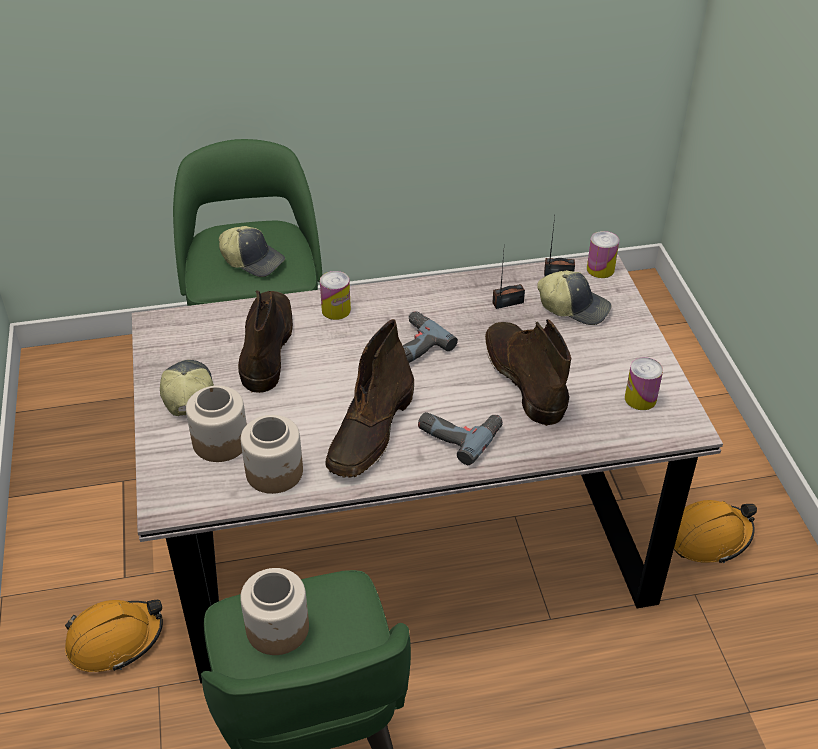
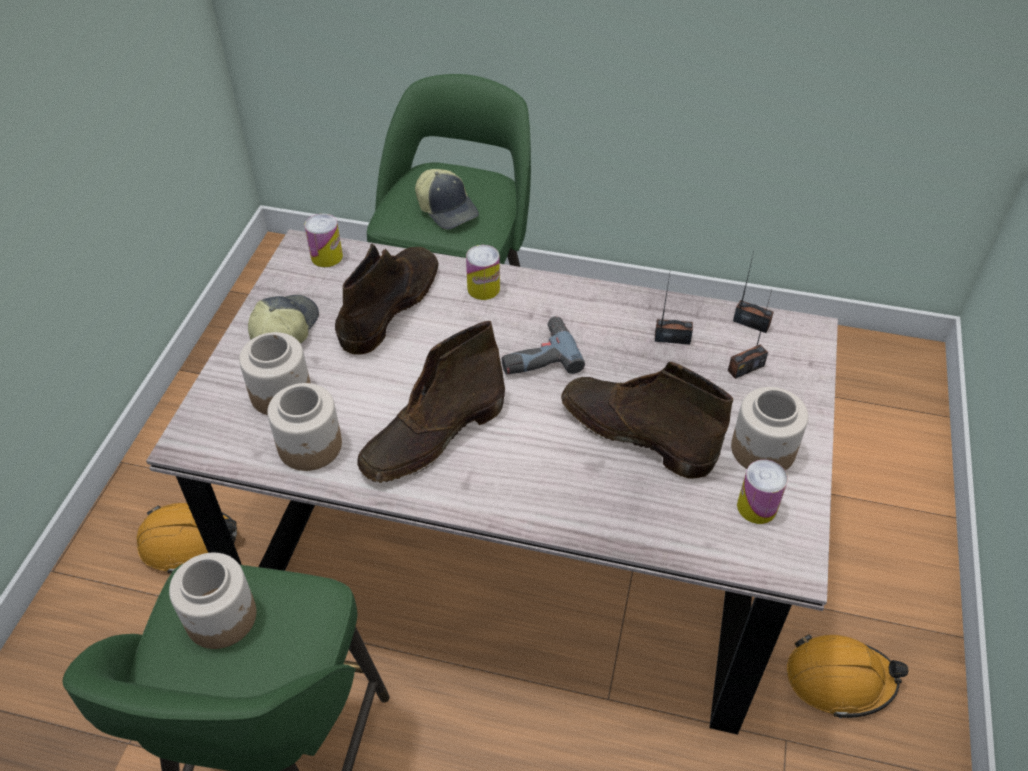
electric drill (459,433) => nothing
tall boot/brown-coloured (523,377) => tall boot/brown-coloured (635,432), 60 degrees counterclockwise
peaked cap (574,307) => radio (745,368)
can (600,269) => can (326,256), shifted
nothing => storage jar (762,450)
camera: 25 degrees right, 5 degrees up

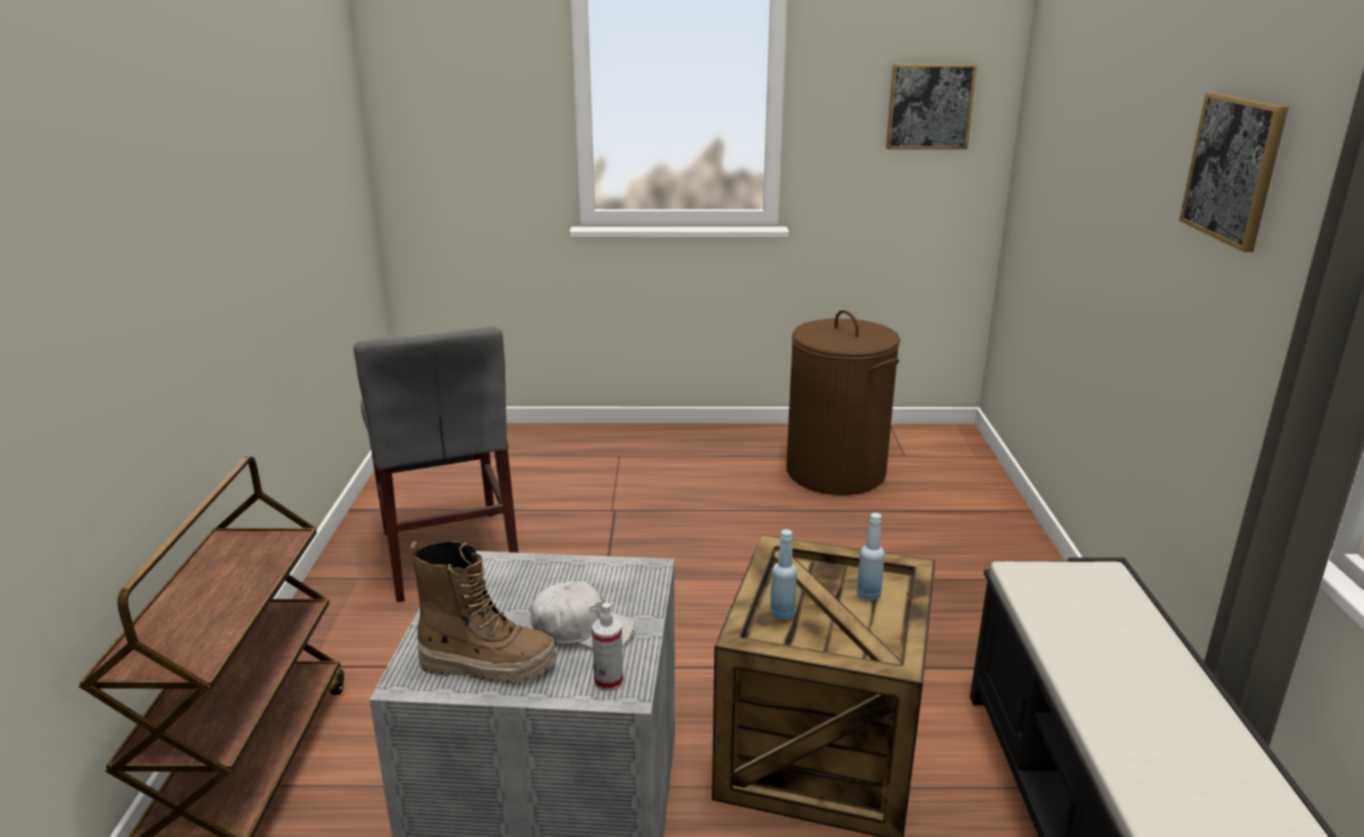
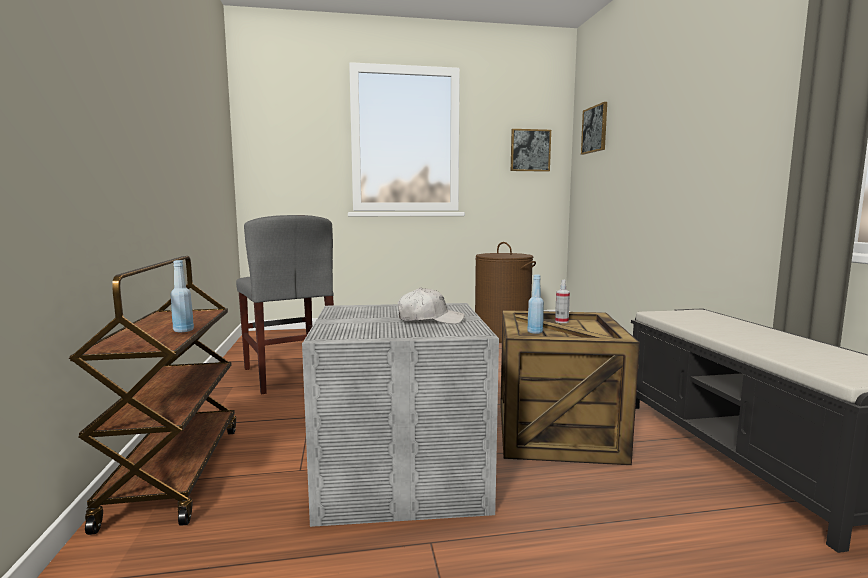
tall boot (488,665) => nothing
spray bottle (608,681) => spray bottle (561,321), shifted
drink bottle/blue (868,595) => drink bottle/blue (183,330), shifted
picture (1233,168) => picture (594,129), shifted
camera: 10 degrees left, 15 degrees down

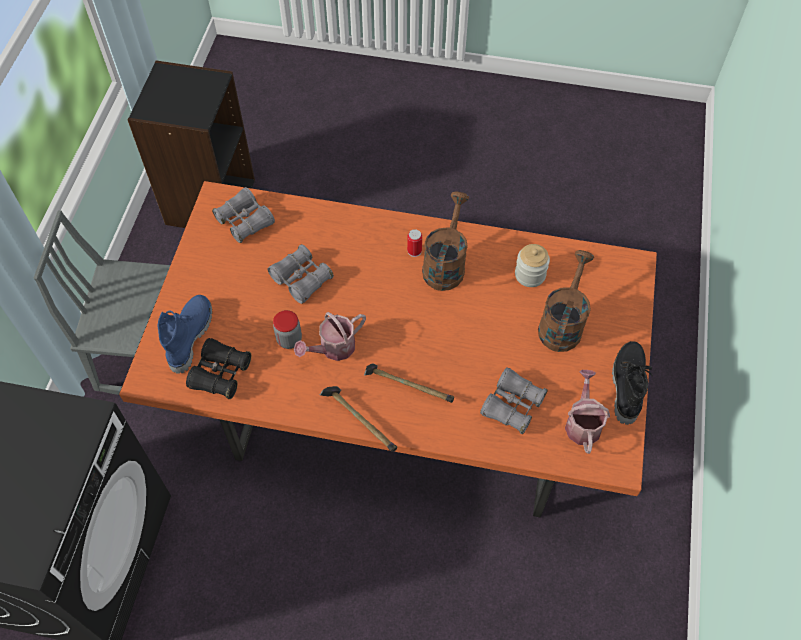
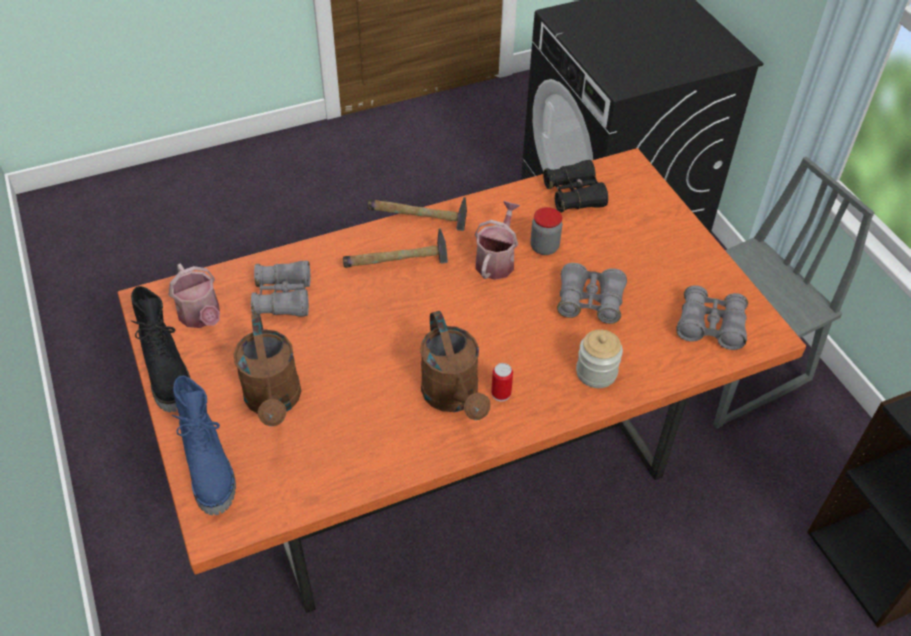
tall boot/blue (189,336) => tall boot/blue (211,469), shifted
storage jar (530,275) => storage jar (596,372), shifted
camera: 145 degrees right, 10 degrees down

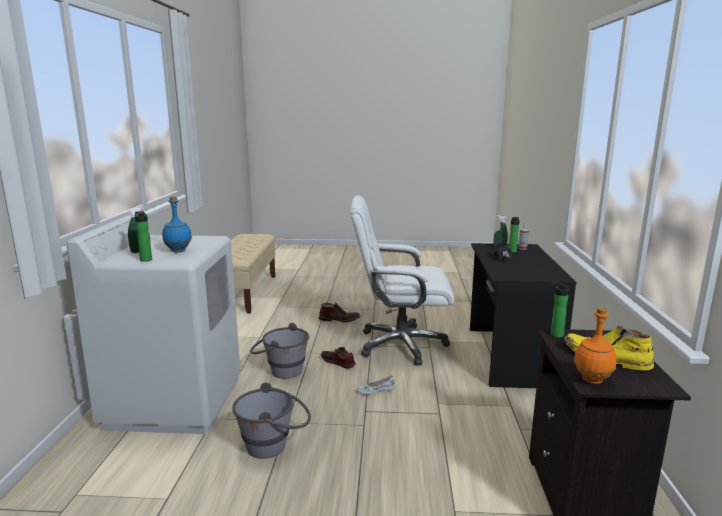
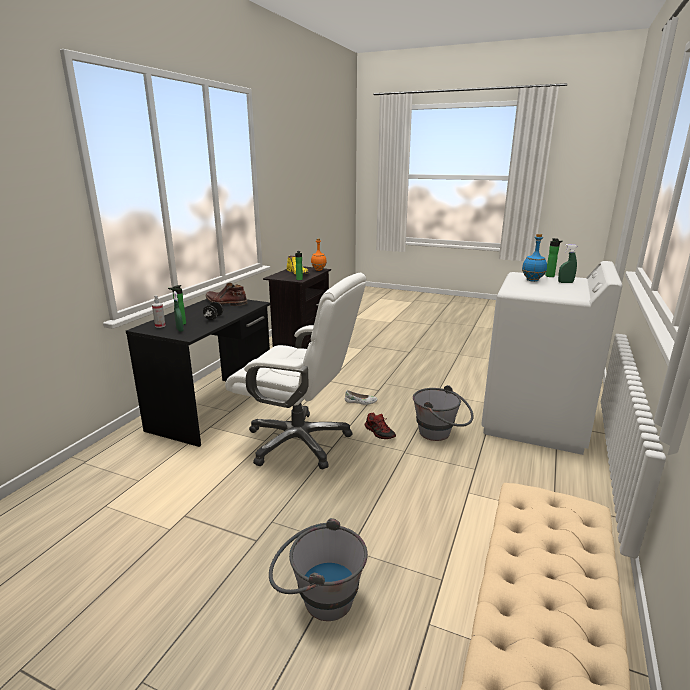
pail/greyish (274,445) => pail/greyish (317,598), shifted
tall boot/brown-coloured (339,319) => tall boot/brown-coloured (226,303), shifted
camera: 160 degrees left, 5 degrees up

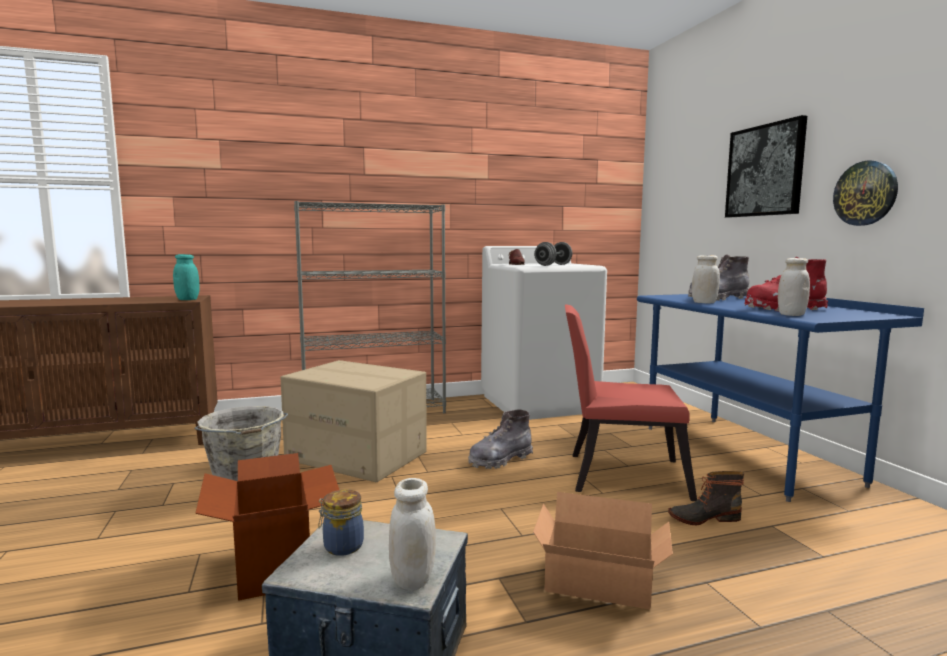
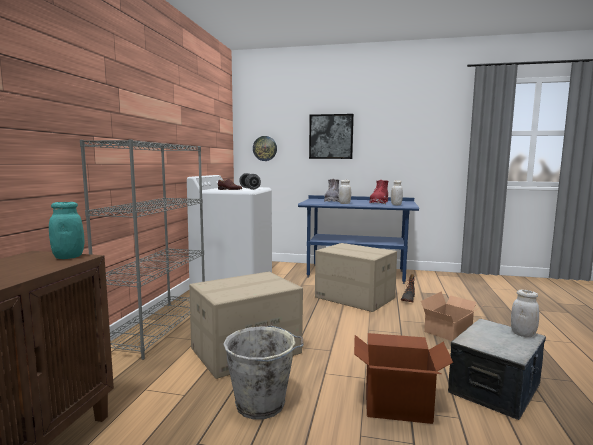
storage jar (341,546) => nothing
tall boot/greyish (500,460) => nothing
plain chair/red (618,475) => cardboard box (354,298)
wall clock (865,193) => wall clock (265,148), shifted
camera: 60 degrees left, 0 degrees up

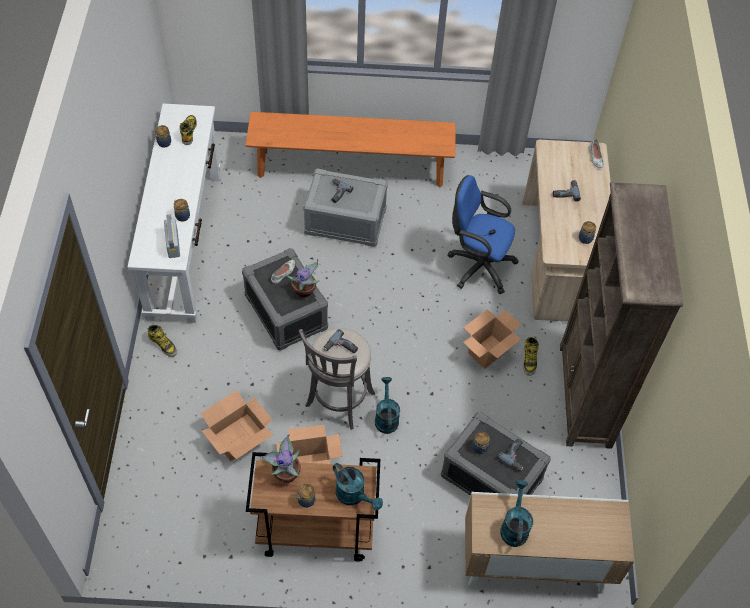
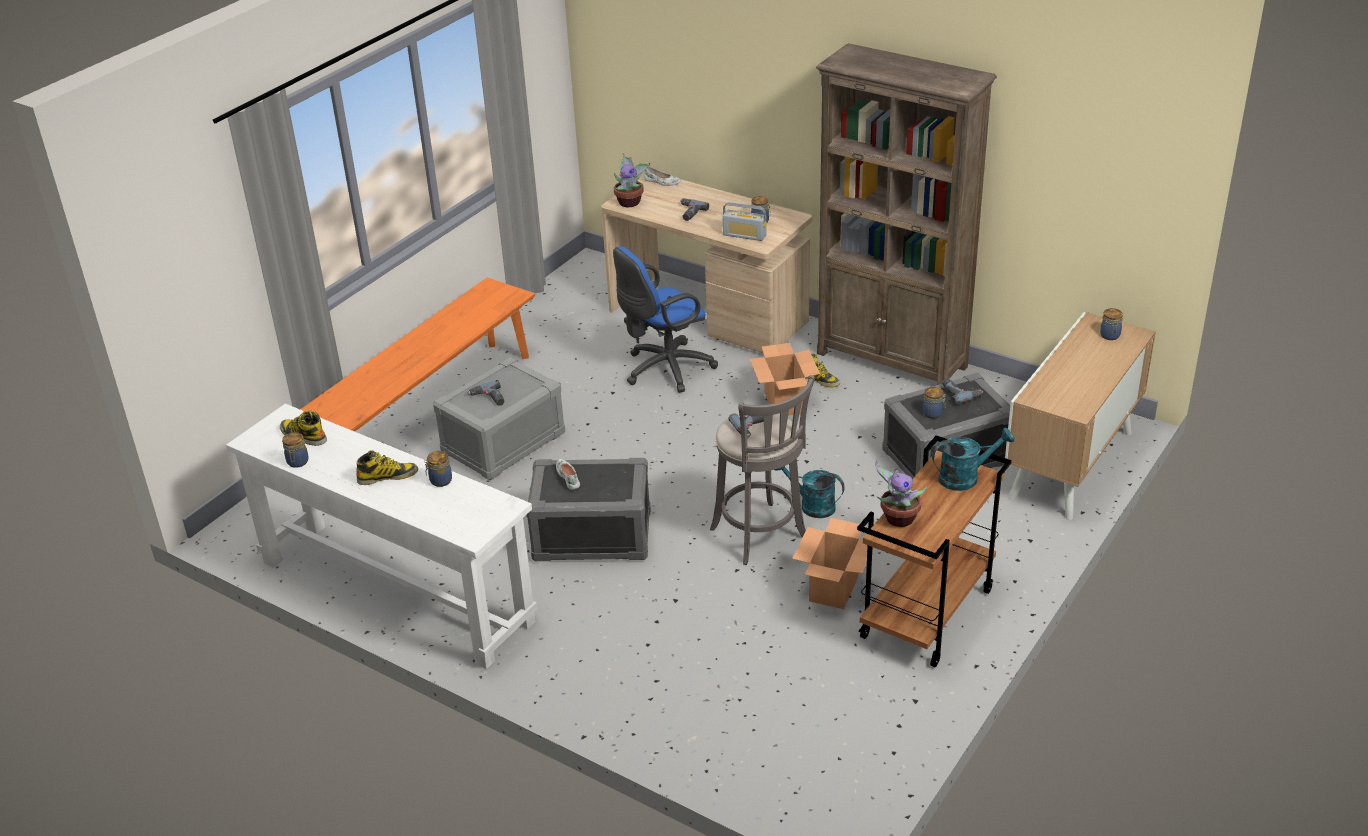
tall boot (163,344) => tall boot (388,476), shifted
radio (173,244) => radio (744,235), shifted
cardboard box (238,437) => nothing
plant in a pot (305,291) => plant in a pot (630,202), shifted
storage jar (305,501) => storage jar (1110,336), shifted
sprinkling can/turquoise-coloured (514,526) => nothing
camera: 55 degrees left, 20 degrees down

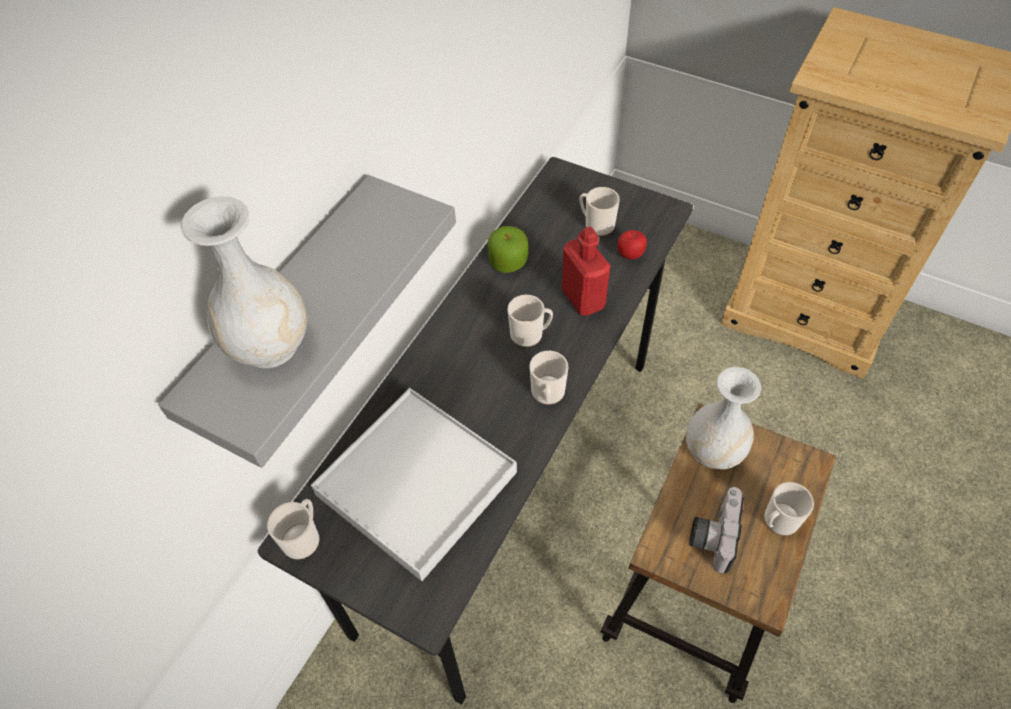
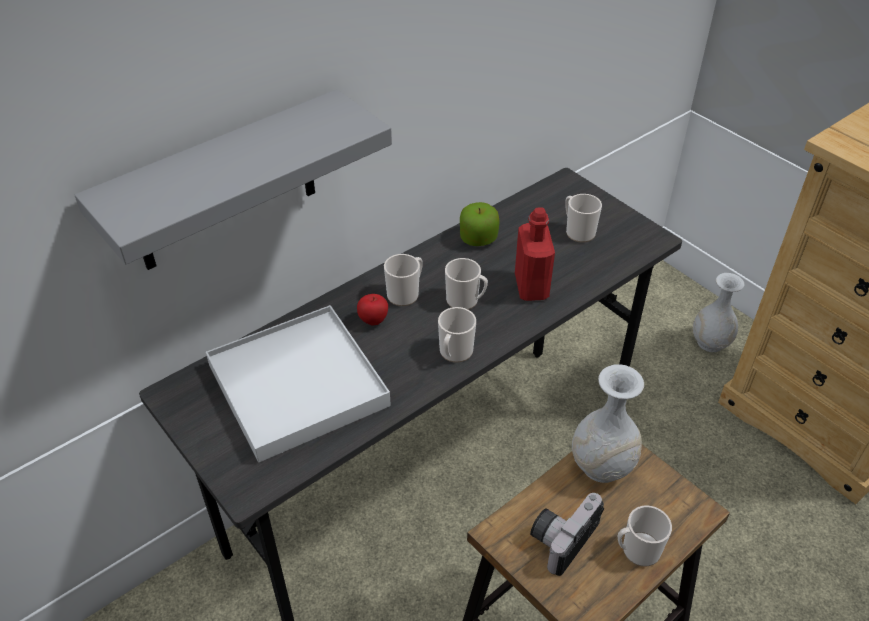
vase/white-coloured (271,345) => vase/white-coloured (710,342), shifted
tea mug (303,537) => tea mug (405,293), shifted
apple fruit (630,255) => apple fruit (373,321), shifted
camera: 20 degrees right, 10 degrees down

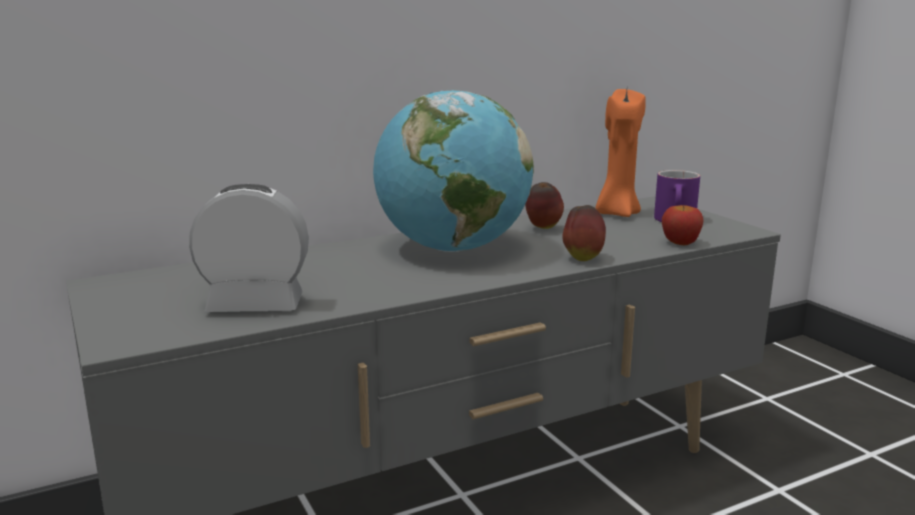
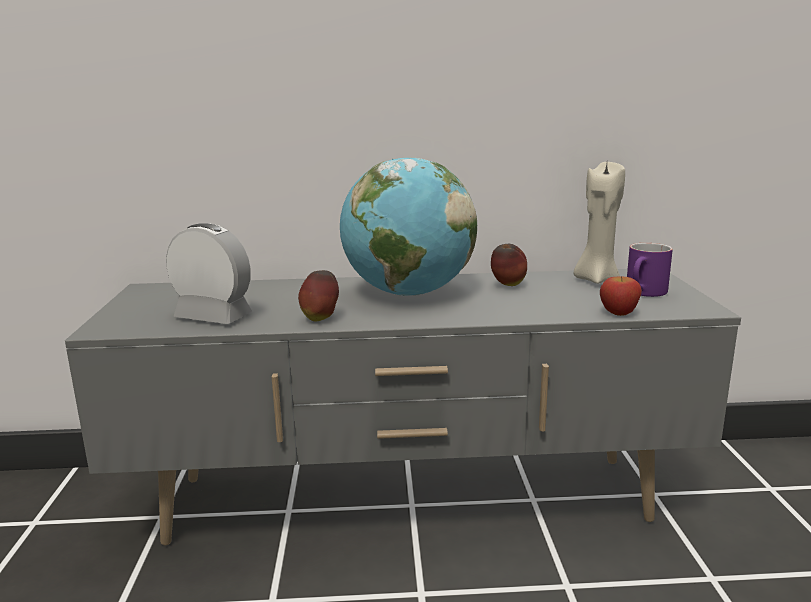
apple fruit (583,258) => apple fruit (320,318), shifted
wax light/orange (616,213) => wax light/sand-coloured (596,280)
camera: 25 degrees right, 0 degrees up

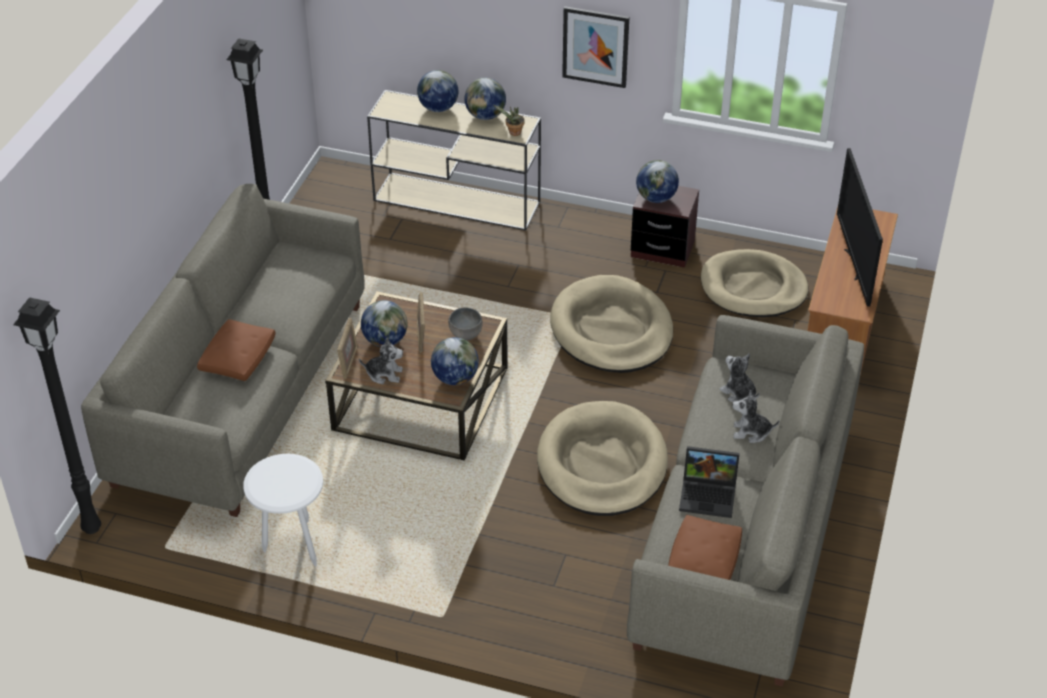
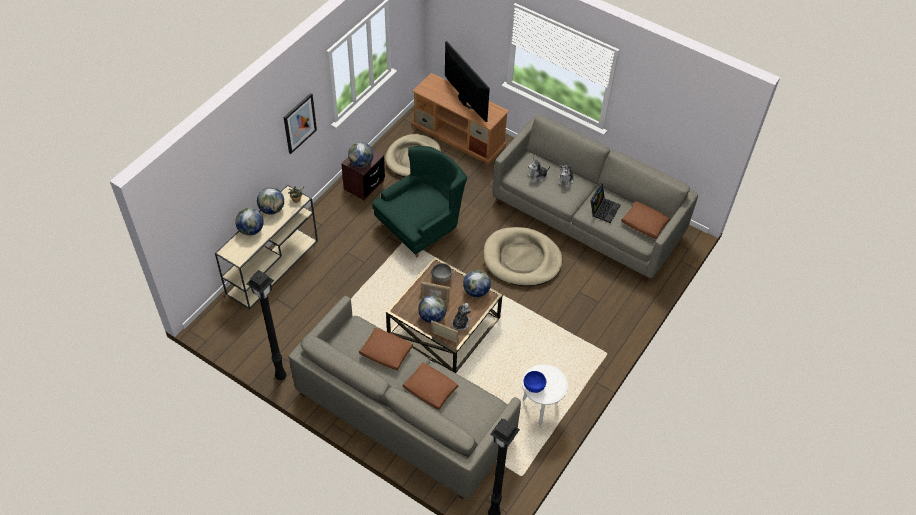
dog bed/sand-coloured (611,330) => armchair/greenish (422,226)
TV (854,264) => TV (464,101), 135 degrees counterclockwise
nothing => cushion/brown-coloured (385,352)
nothing => bowl/blue (534,387)
camera: 75 degrees left, 10 degrees up

